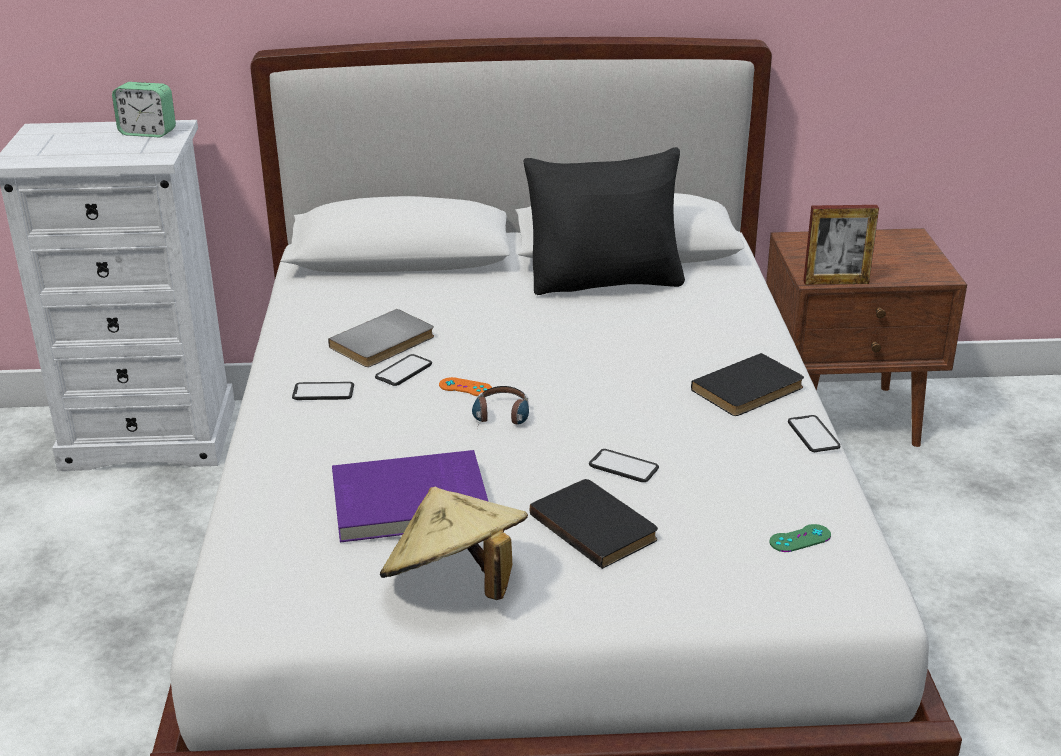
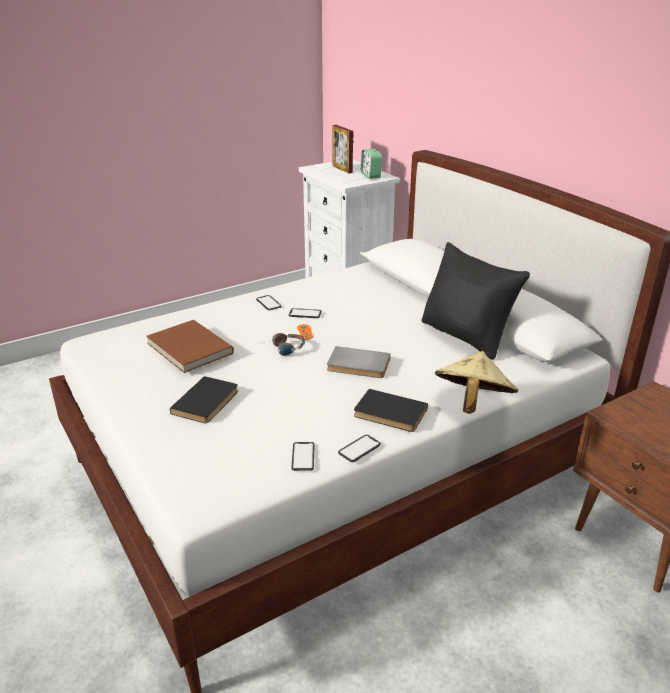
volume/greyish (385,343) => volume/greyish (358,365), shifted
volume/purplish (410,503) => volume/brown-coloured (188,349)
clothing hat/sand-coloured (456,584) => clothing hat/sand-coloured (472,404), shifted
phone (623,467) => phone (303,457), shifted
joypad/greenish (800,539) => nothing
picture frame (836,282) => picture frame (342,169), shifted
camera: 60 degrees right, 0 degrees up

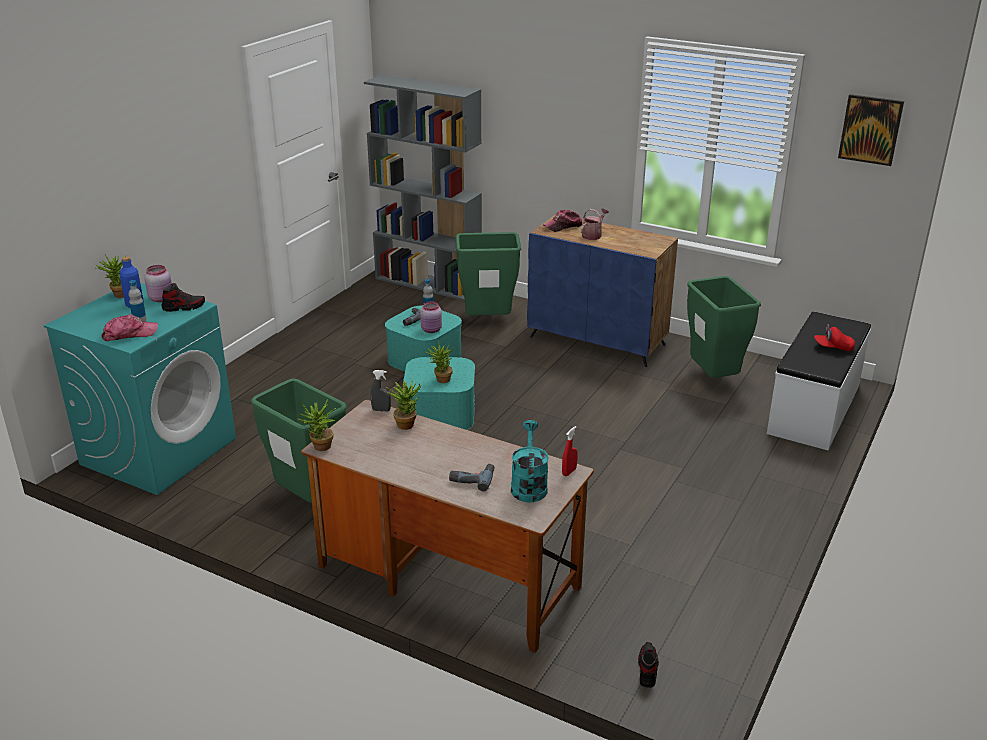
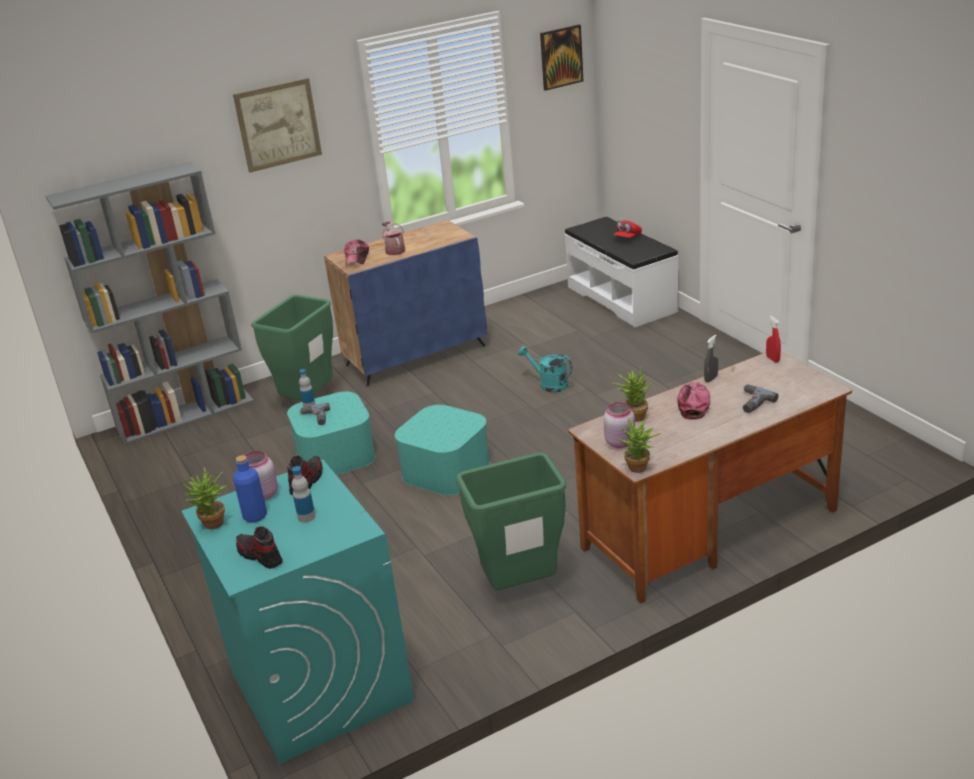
peaked cap (130,334) => peaked cap (693,404), shifted
spray bottle/greyish (381,410) => spray bottle/greyish (711,379), shifted
storage jar/pinkish (432,330) => storage jar/pinkish (621,442), shifted
plant in a pot (440,380) => nothing
sprinkling can/turquoise-coloured (528,485) => sprinkling can/turquoise-coloured (549,384), shifted
item of footwear (647,669) => item of footwear (260,556), shifted
trash can/greenish (713,378) => nothing
nothing => picture (278,125)
camera: 55 degrees left, 0 degrees up

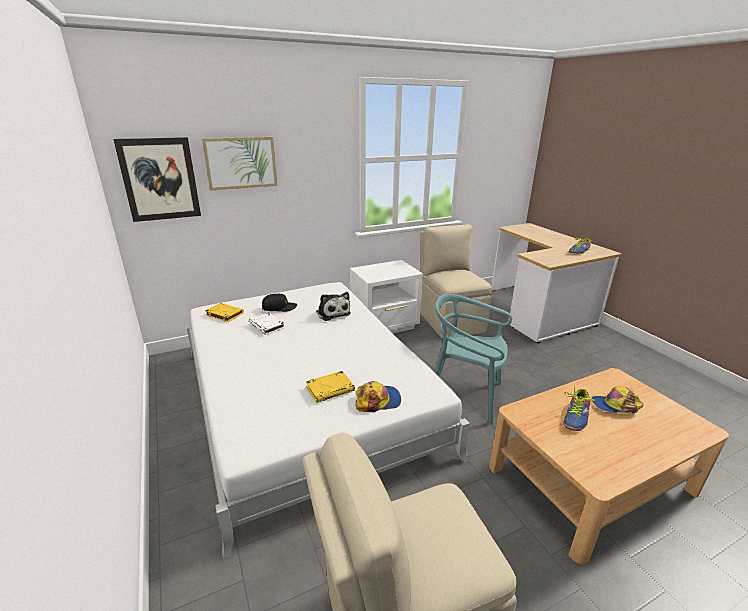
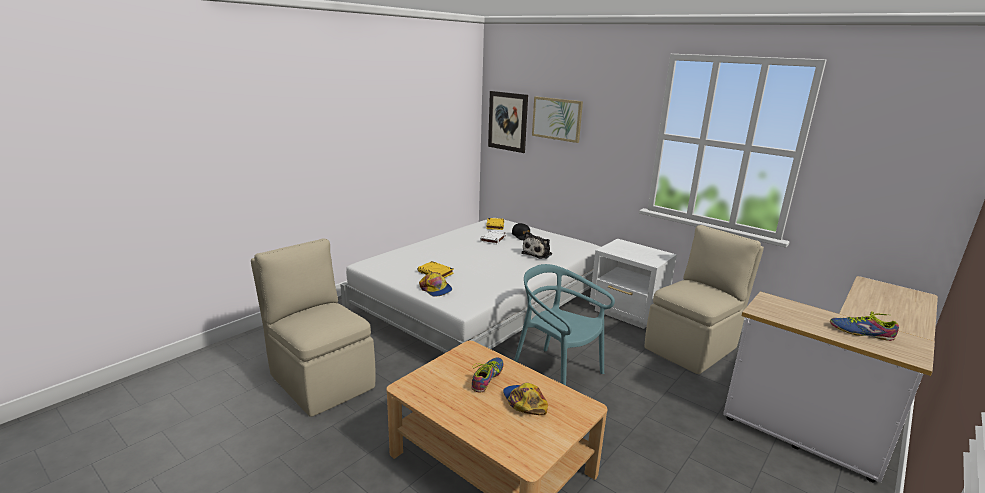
plain chair/turquoise-coloured (464,395) => plain chair/turquoise-coloured (557,374), 45 degrees counterclockwise
item of footwear (576,416) => item of footwear (487,378), 105 degrees clockwise
camera: 65 degrees right, 5 degrees down

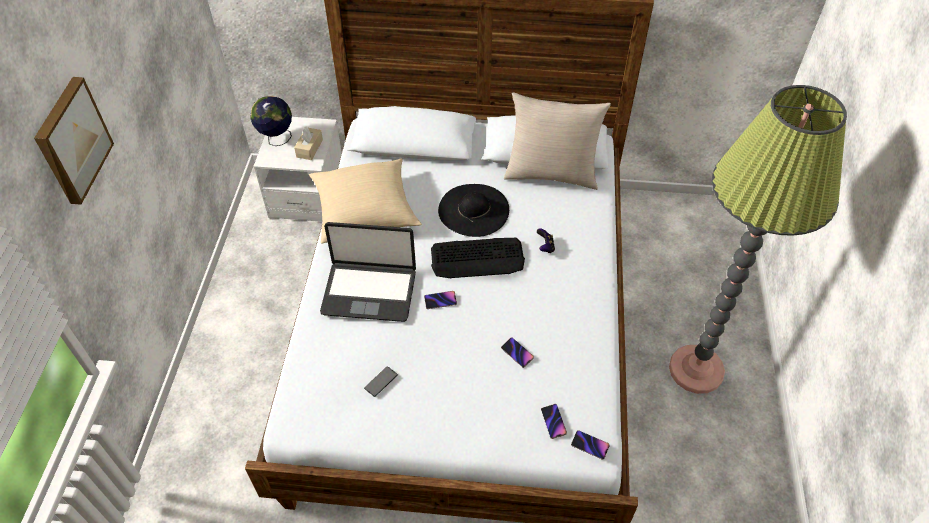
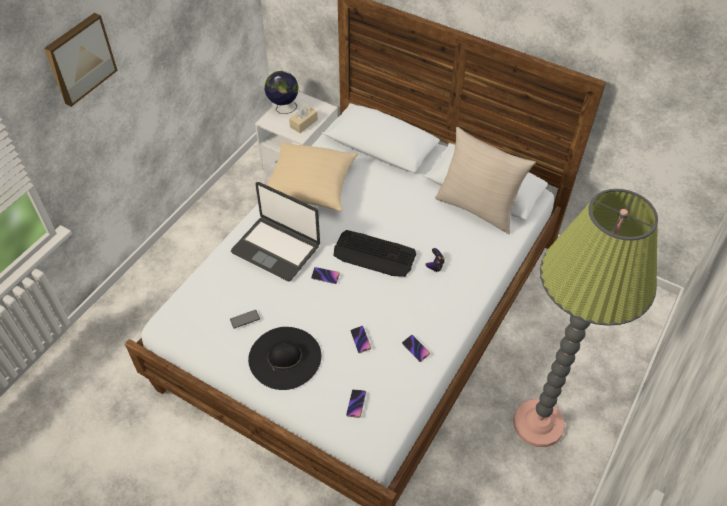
clothing hat/black-coloured (473,210) => clothing hat/black-coloured (285,357), shifted
phone (590,445) => phone (415,349), shifted
camera: 25 degrees right, 0 degrees up

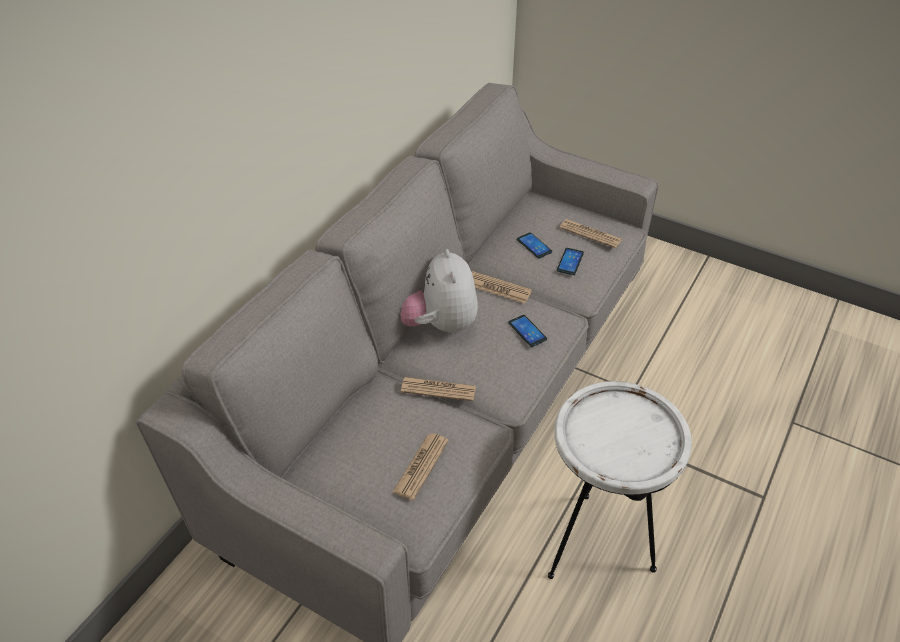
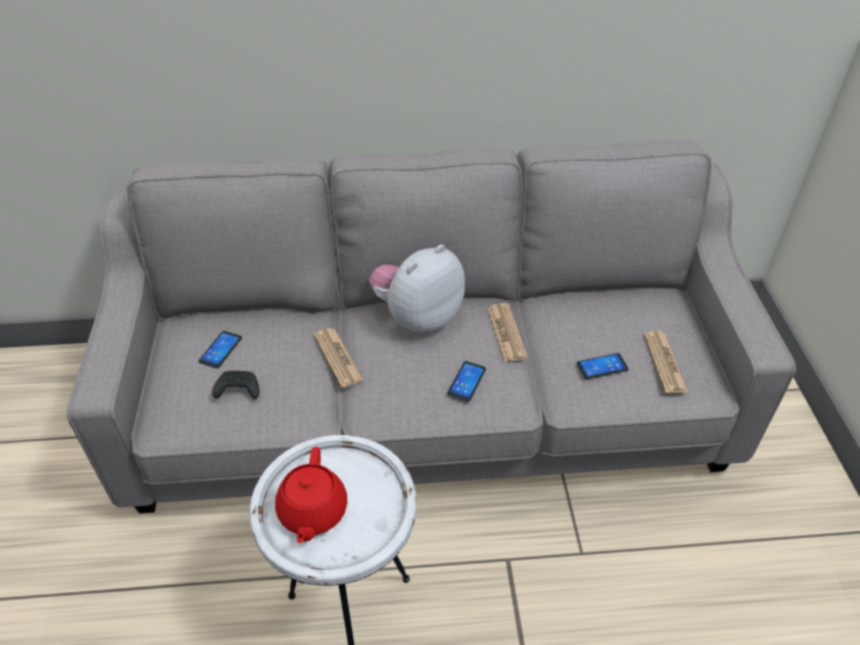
printed paper (421,466) => joypad/black-coloured (237,390)
phone (534,246) => phone (220,350), shifted
nothing => teapot/red (312,512)
camera: 55 degrees right, 0 degrees up

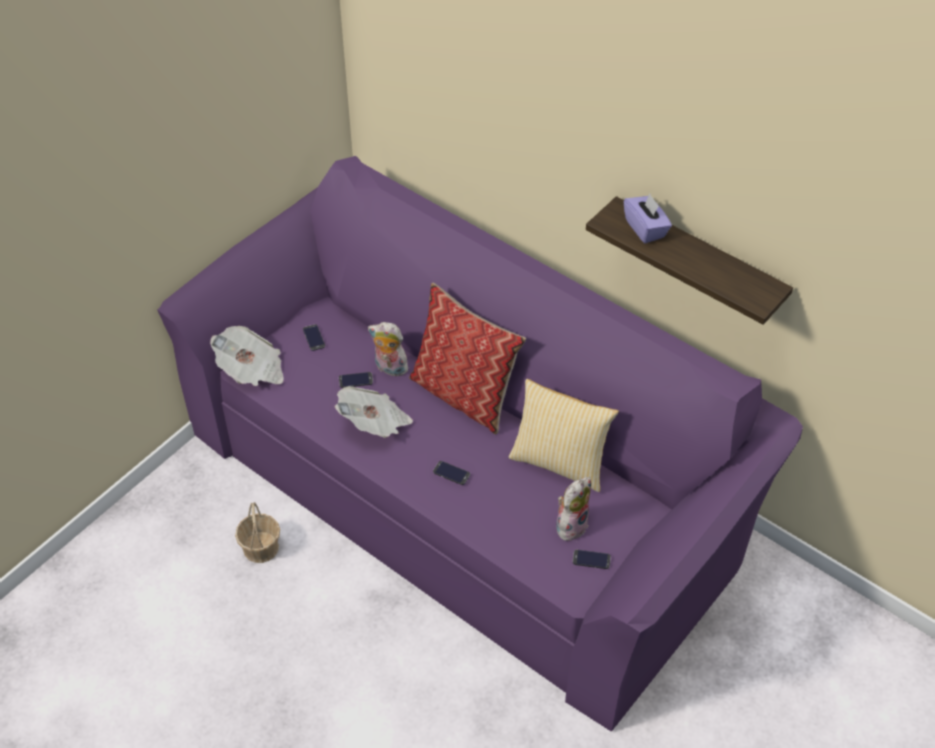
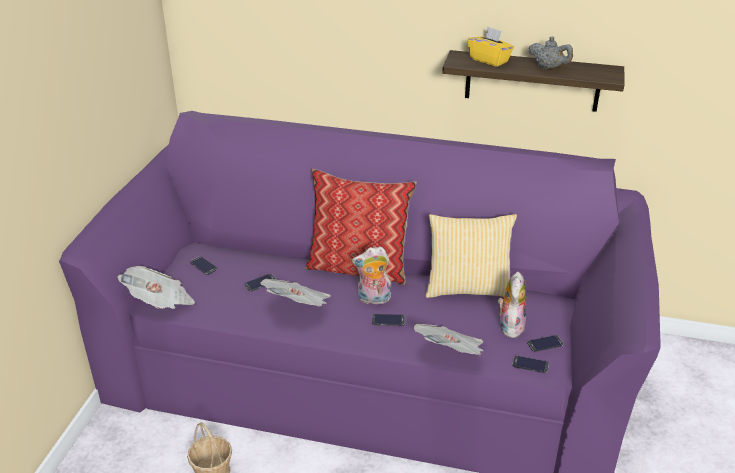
plush toy (389,368) => plush toy (373,299), shifted
tissue holder/purplish (645,228) => tissue holder/yellowish (489,60)
nothing => printed paper (451,353)
nothing => phone (530,364)
nothing => teapot/greyish (548,68)
camera: 25 degrees left, 15 degrees down

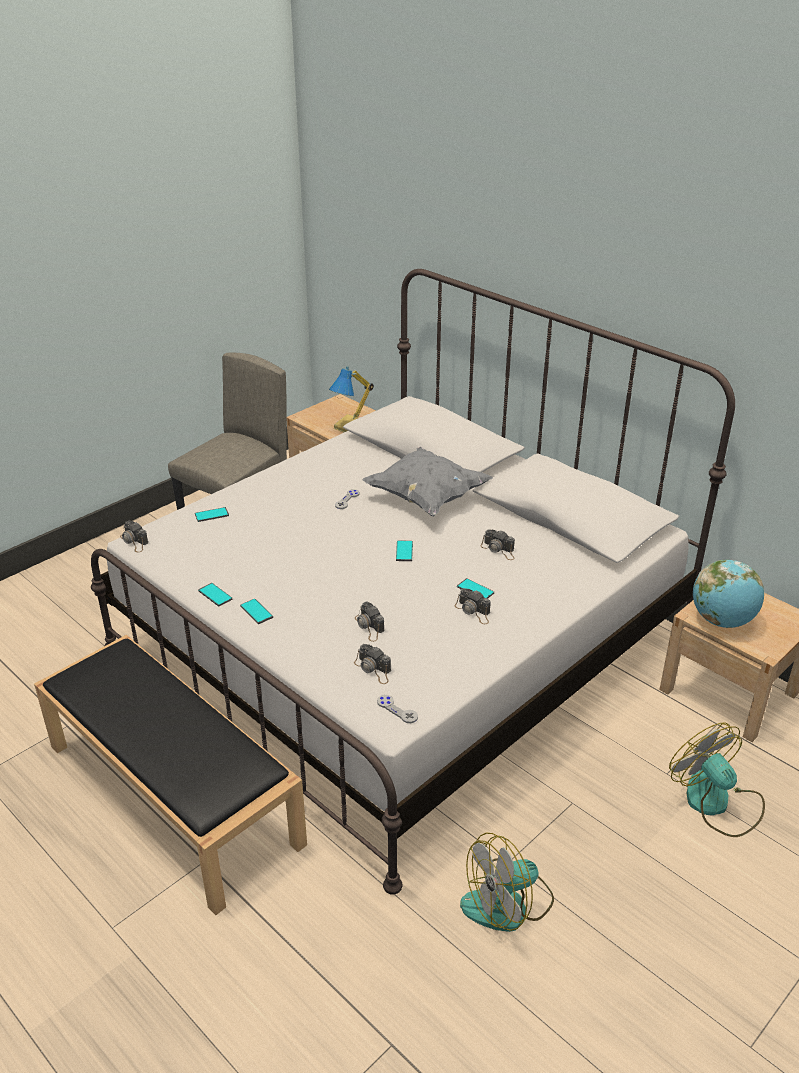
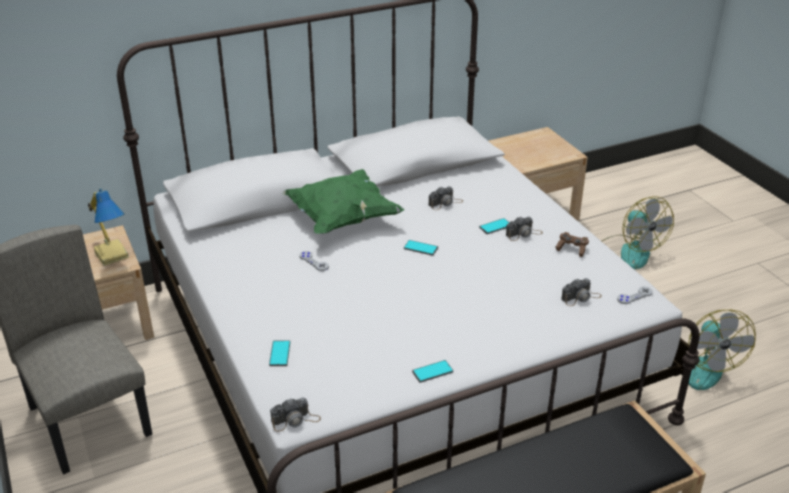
phone (256,611) => nothing
photo camera (369,626) => nothing
cushion/greyish (426,498) => cushion/greenish (342,219)
cooling fan (716,803) => cooling fan (628,251), 105 degrees counterclockwise
desk globe (722,620) => nothing
nothing => joypad/brown-coloured (572,249)
camera: 70 degrees left, 0 degrees up

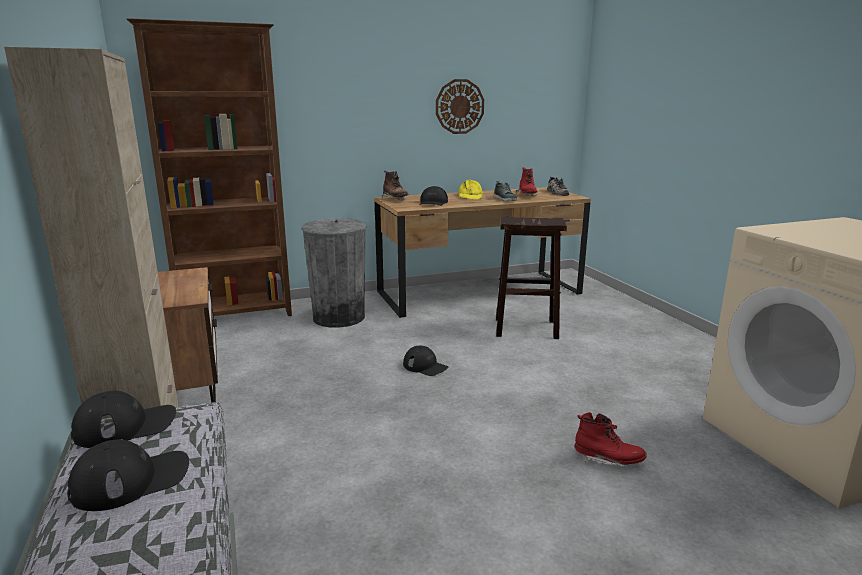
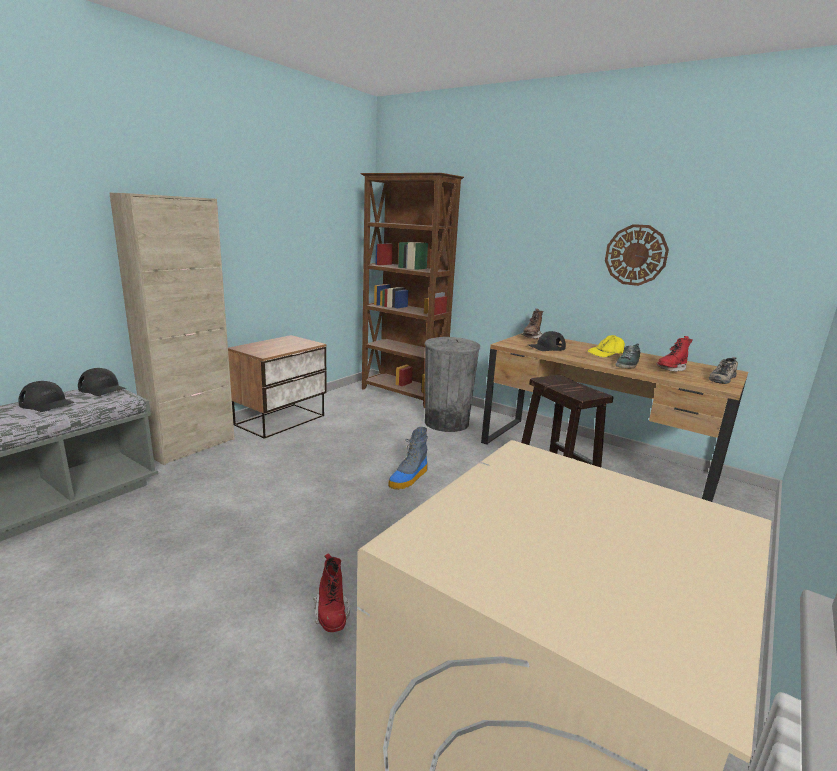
peaked cap/black-coloured (425,366) => tall boot (409,478)
camera: 55 degrees right, 0 degrees up

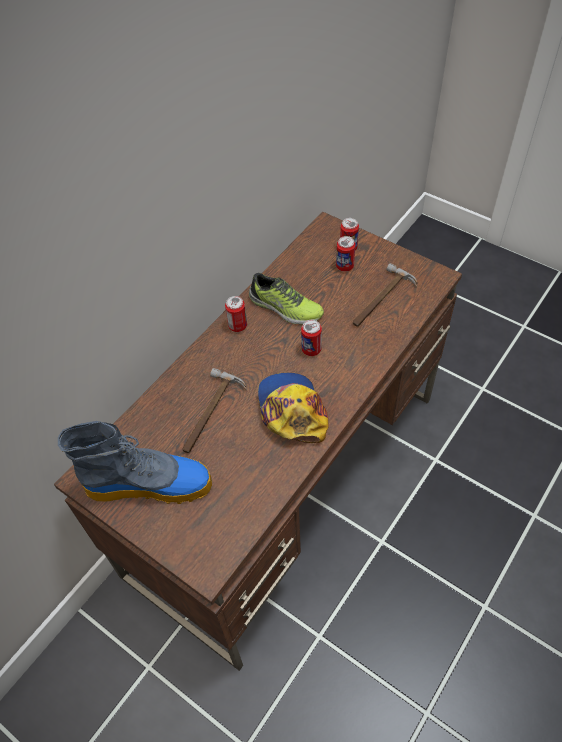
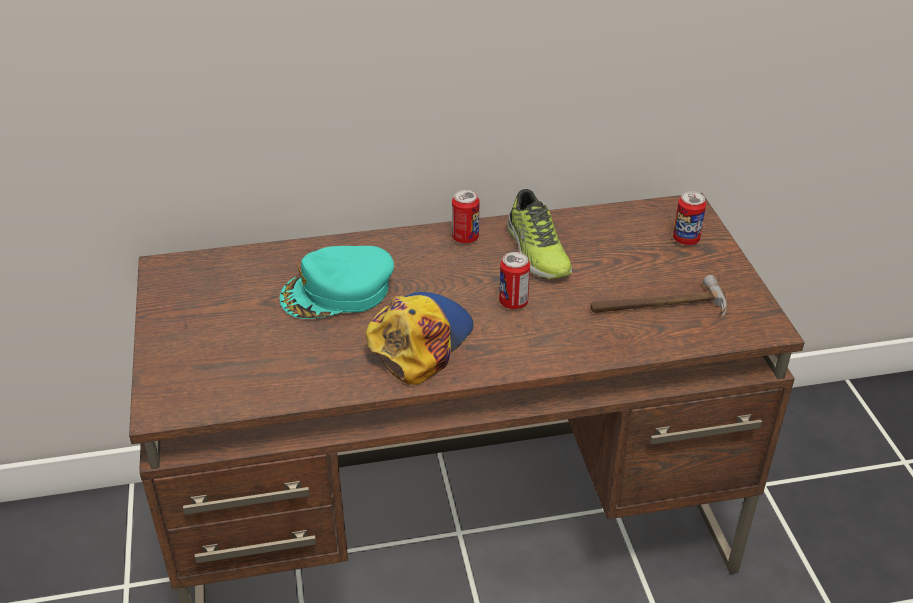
tall boot (150,484) => nothing
hammer (211,414) => peaked cap/turquoise-coloured (338,292)
can (344,266) => nothing
camera: 40 degrees right, 15 degrees down

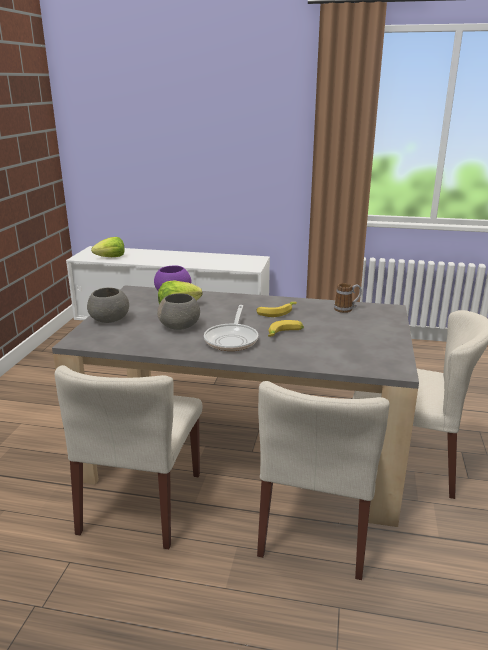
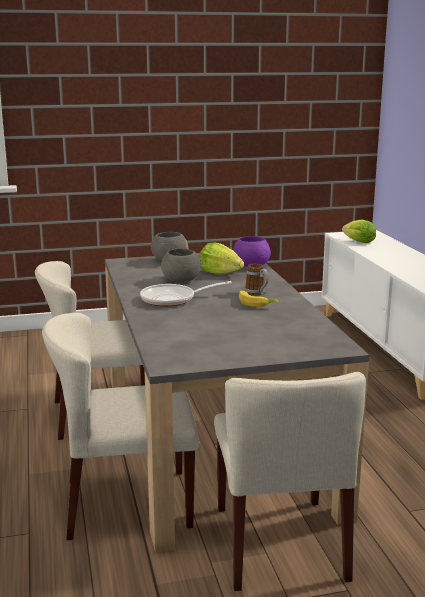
banana (285,334) => nothing
tea mug (347,309) => tea mug (257,293), shifted
camera: 65 degrees right, 5 degrees down

